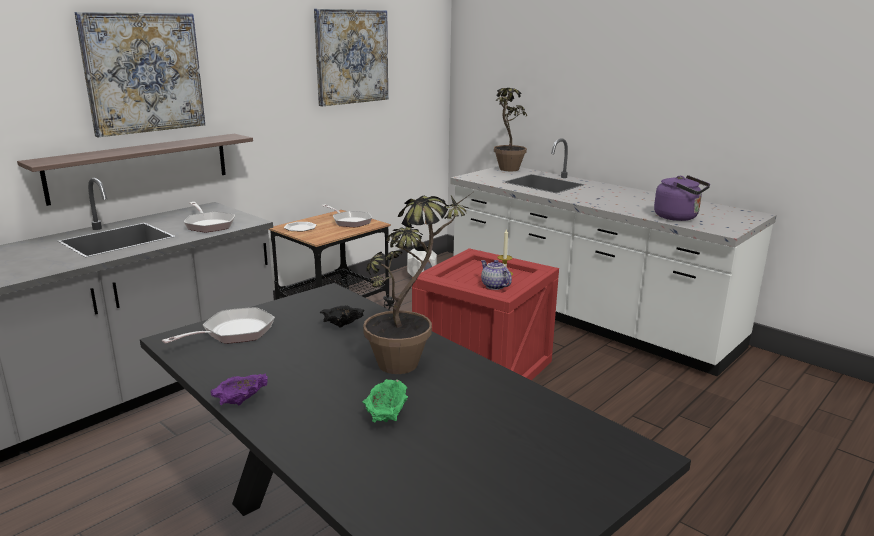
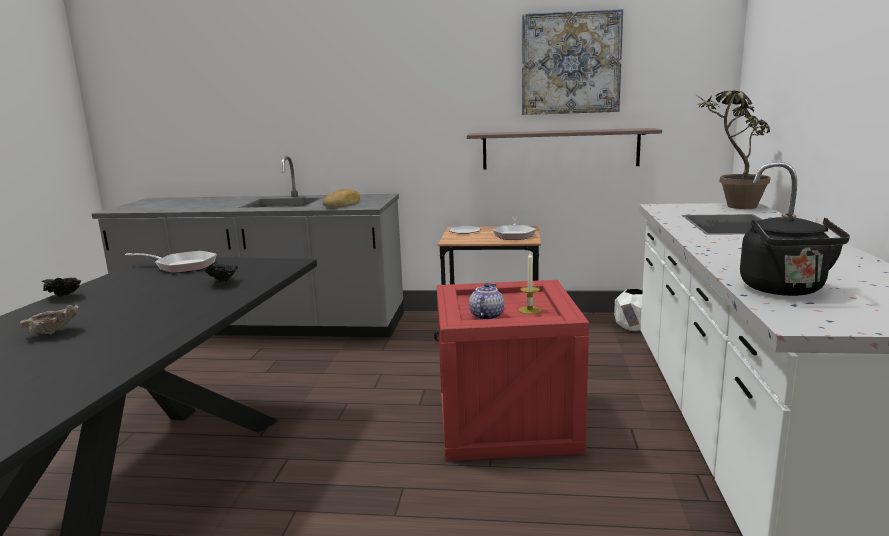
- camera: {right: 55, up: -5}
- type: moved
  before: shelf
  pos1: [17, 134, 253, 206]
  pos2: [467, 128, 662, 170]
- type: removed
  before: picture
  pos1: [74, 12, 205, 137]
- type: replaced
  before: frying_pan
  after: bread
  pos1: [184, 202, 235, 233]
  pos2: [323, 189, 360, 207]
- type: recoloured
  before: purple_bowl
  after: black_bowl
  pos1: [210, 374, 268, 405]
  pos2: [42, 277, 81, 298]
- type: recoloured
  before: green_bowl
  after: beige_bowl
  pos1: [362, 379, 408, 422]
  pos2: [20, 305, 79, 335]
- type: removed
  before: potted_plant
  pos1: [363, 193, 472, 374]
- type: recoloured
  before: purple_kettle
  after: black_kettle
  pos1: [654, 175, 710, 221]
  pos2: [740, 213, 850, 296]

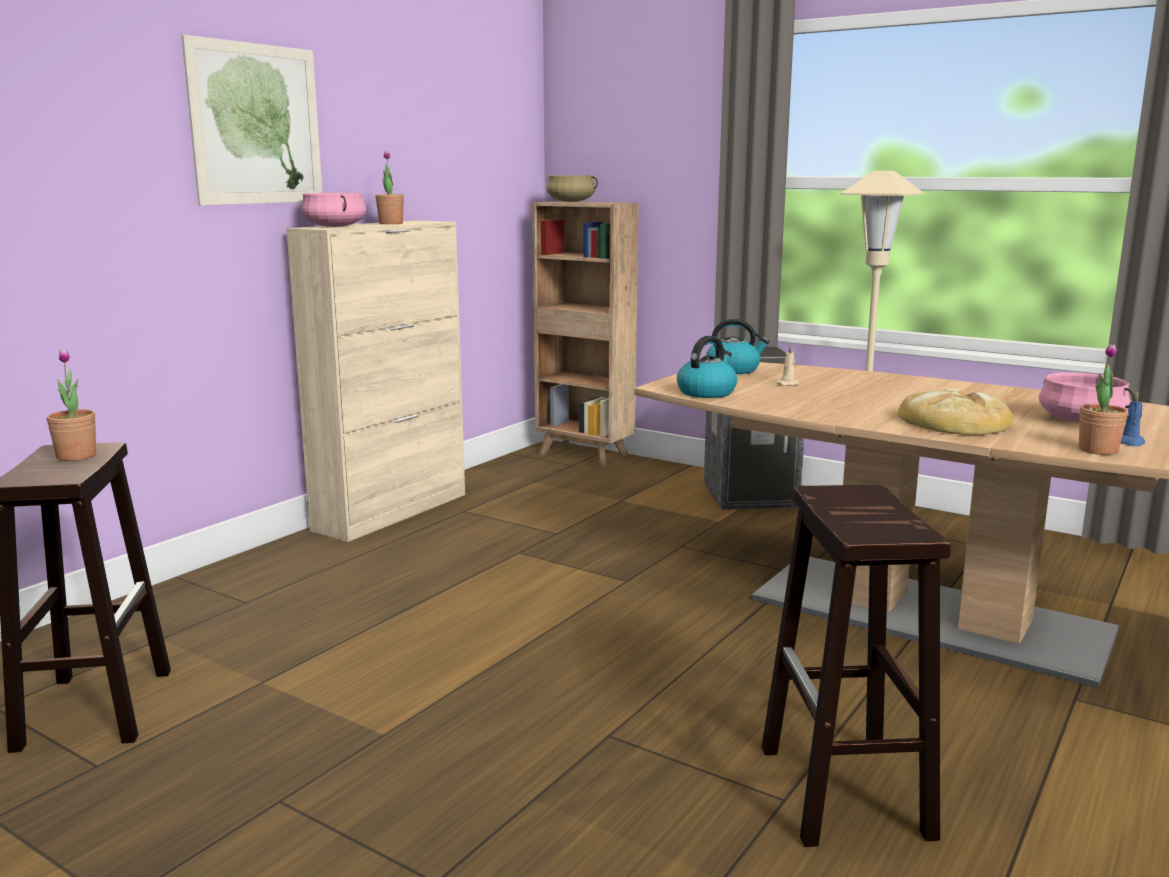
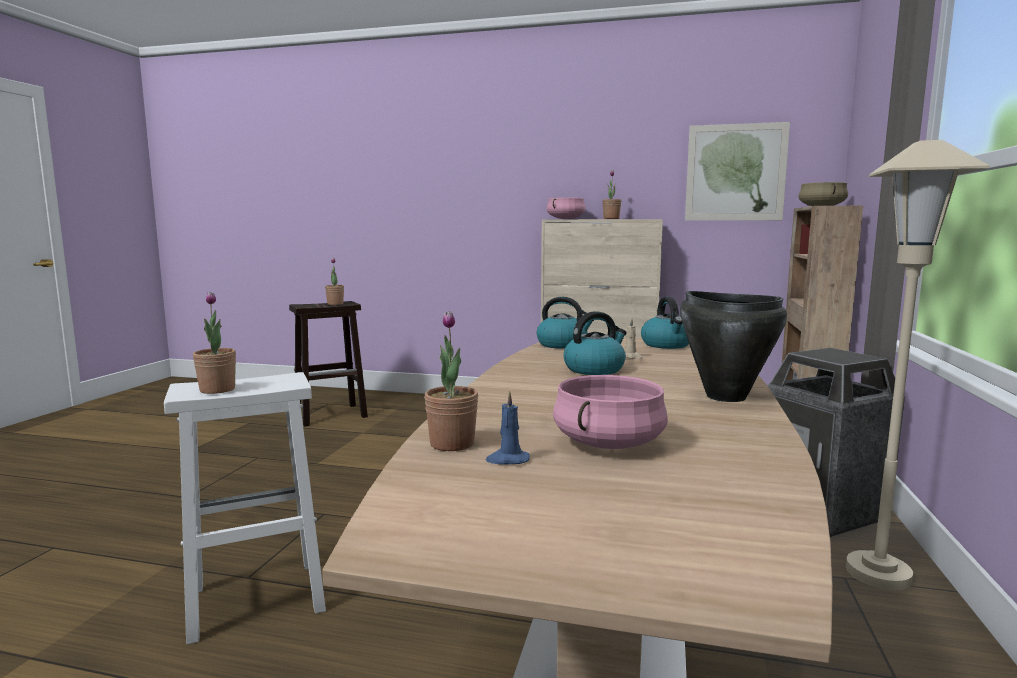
- camera: {right: 70, up: -5}
- type: moved
  before: picture
  pos1: [182, 35, 322, 205]
  pos2: [685, 122, 790, 221]
- type: recoloured
  before: brown_stool
  after: white_stool
  pos1: [762, 484, 951, 847]
  pos2: [164, 372, 326, 645]
- type: removed
  before: bread
  pos1: [898, 389, 1013, 435]
- type: added
  after: potted_plant
  pos2: [193, 292, 236, 394]
- type: added
  after: kettle
  pos2: [564, 311, 627, 375]
- type: added
  after: black_cooking_pot
  pos2: [680, 291, 787, 402]

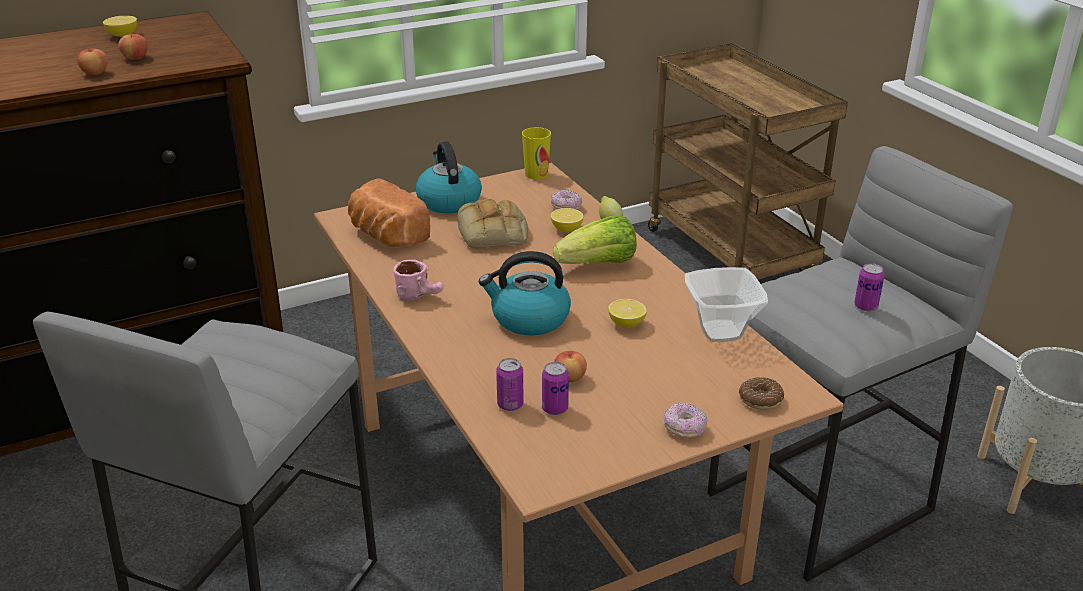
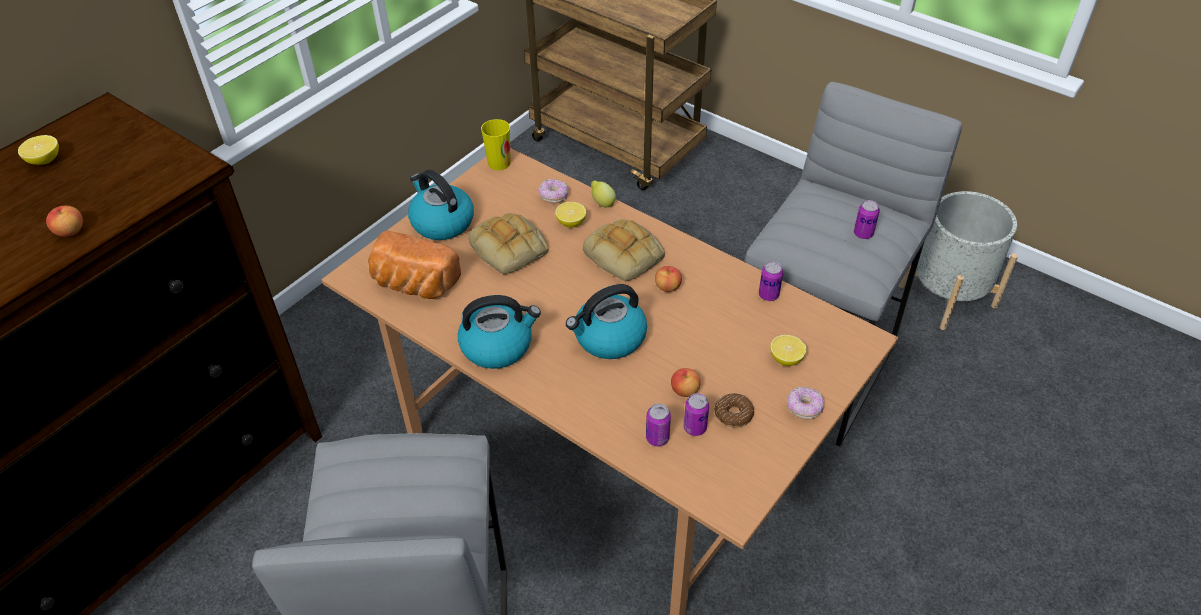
- camera: {right: -25, up: 15}
- type: moved
  before: apple
  pos1: [118, 31, 148, 60]
  pos2: [655, 266, 682, 292]
- type: replaced
  before: pink_mug
  after: kettle
  pos1: [393, 260, 444, 301]
  pos2: [458, 295, 541, 369]
- type: replaced
  before: lettuce
  after: bread
  pos1: [553, 215, 637, 264]
  pos2: [583, 219, 665, 282]
- type: moved
  before: lemon
  pos1: [608, 299, 647, 328]
  pos2: [770, 335, 807, 366]
- type: replaced
  before: bowl
  after: can
  pos1: [685, 267, 768, 342]
  pos2: [759, 261, 783, 301]
- type: moved
  before: donut
  pos1: [739, 377, 784, 410]
  pos2: [714, 393, 754, 428]

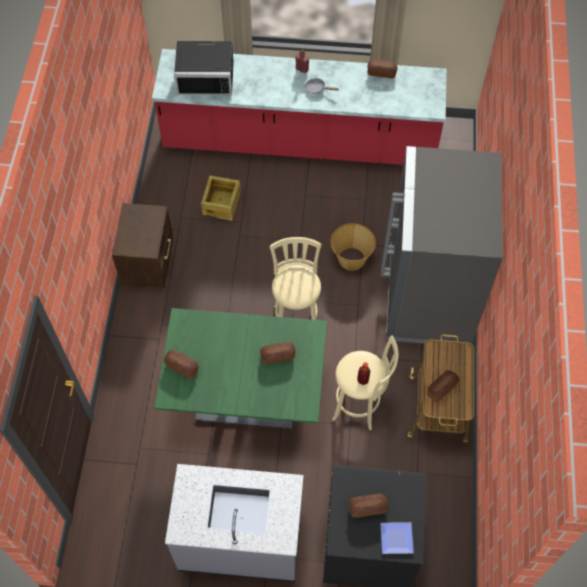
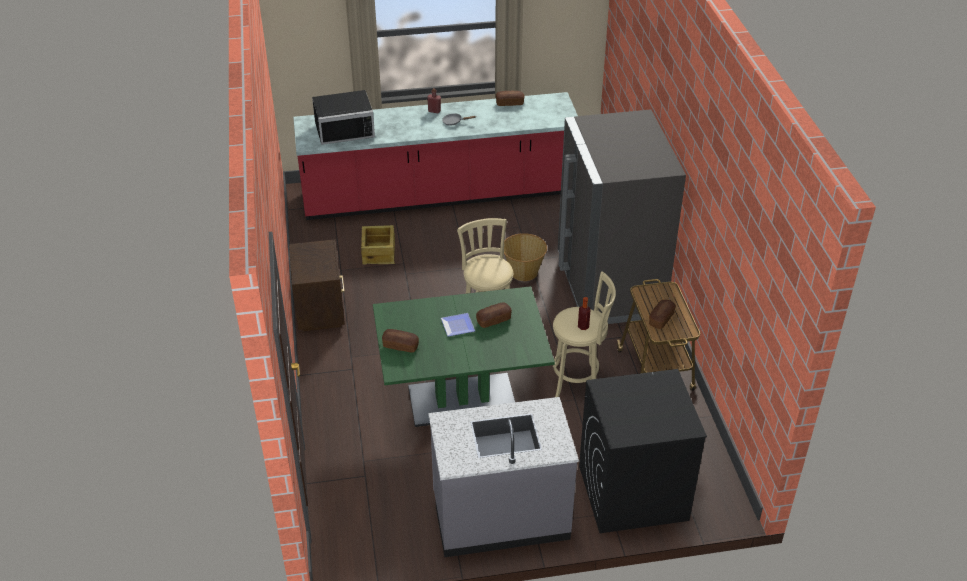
- camera: {right: -15, up: -20}
- type: removed
  before: bread
  pos1: [349, 493, 388, 518]
- type: moved
  before: plate
  pos1: [380, 522, 414, 554]
  pos2: [441, 313, 475, 336]

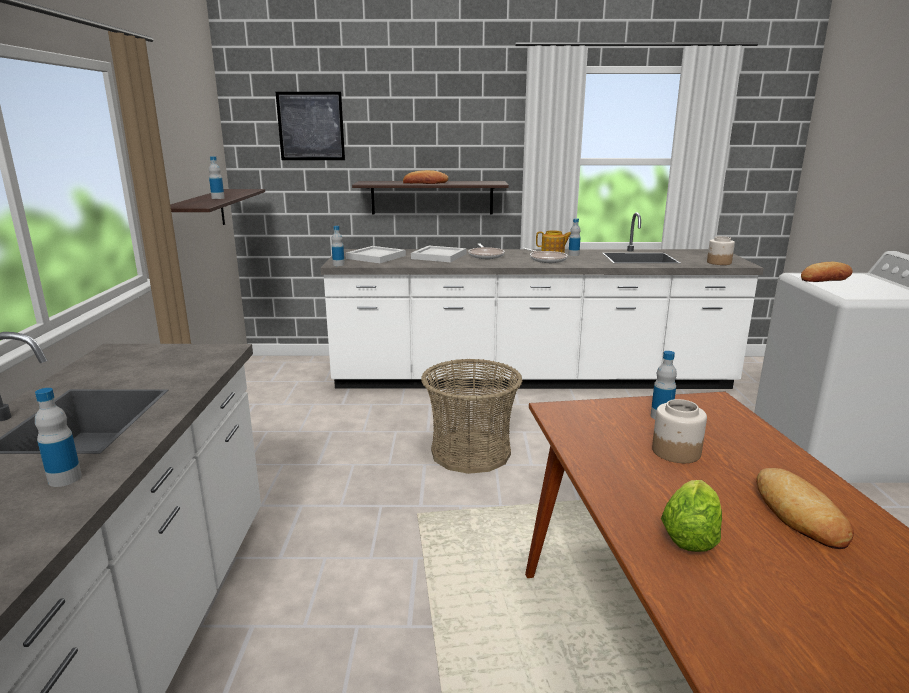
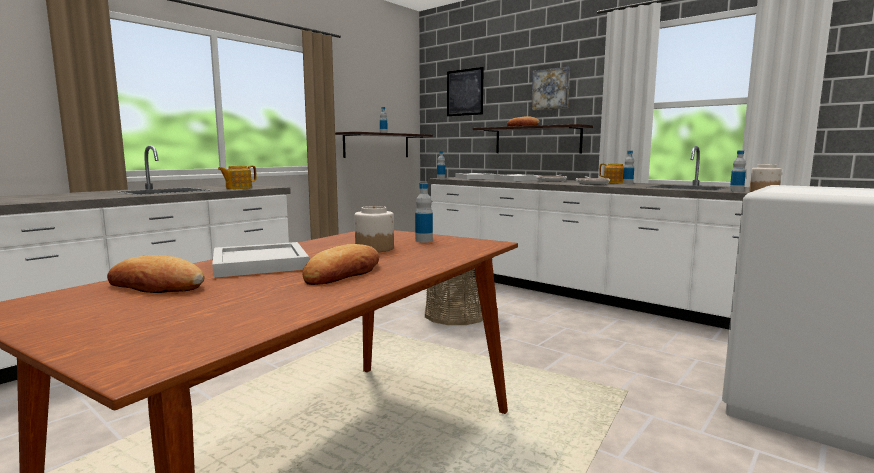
- camera: {right: 40, up: -10}
- type: moved
  before: bottle
  pos1: [35, 388, 82, 487]
  pos2: [730, 151, 746, 192]
- type: replaced
  before: lettuce
  after: white_tray
  pos1: [661, 480, 722, 552]
  pos2: [212, 242, 309, 278]
- type: moved
  before: bread
  pos1: [801, 262, 853, 282]
  pos2: [107, 255, 205, 293]
- type: added
  after: teapot
  pos2: [217, 166, 256, 189]
- type: added
  after: picture
  pos2: [532, 67, 570, 110]

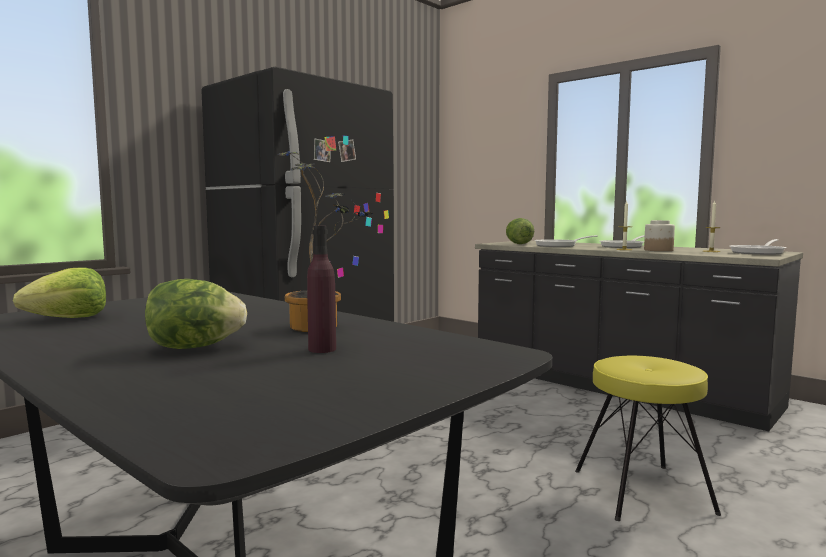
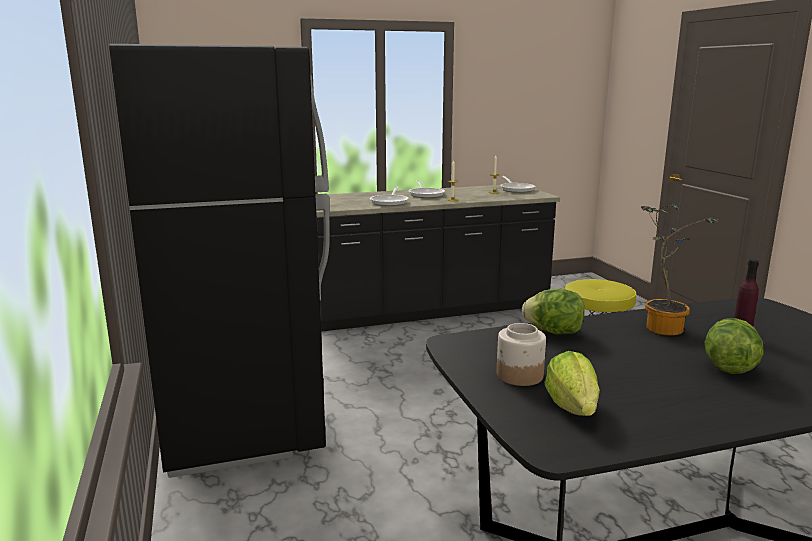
- camera: {right: -60, up: 10}
- type: moved
  before: lettuce
  pos1: [506, 218, 534, 244]
  pos2: [522, 289, 585, 335]
- type: moved
  before: jar
  pos1: [644, 220, 675, 251]
  pos2: [497, 323, 546, 386]

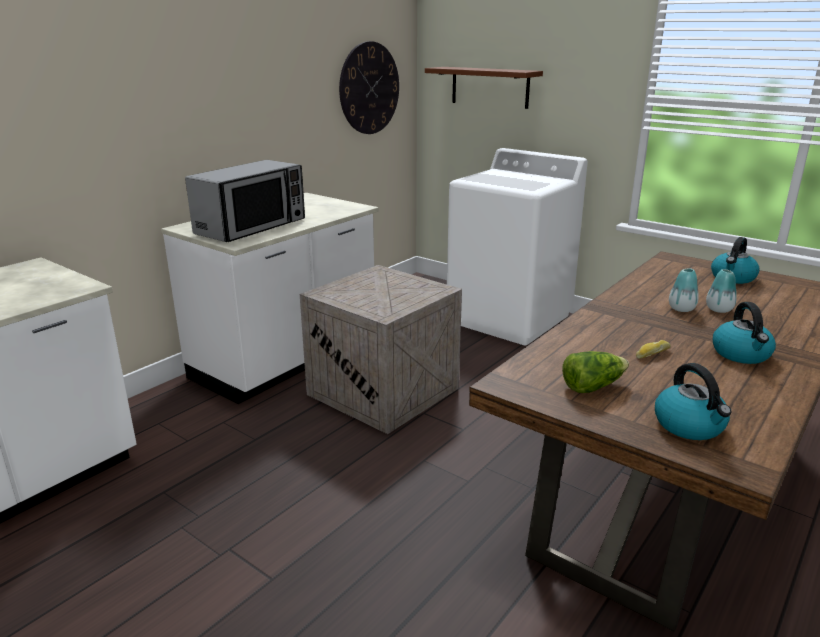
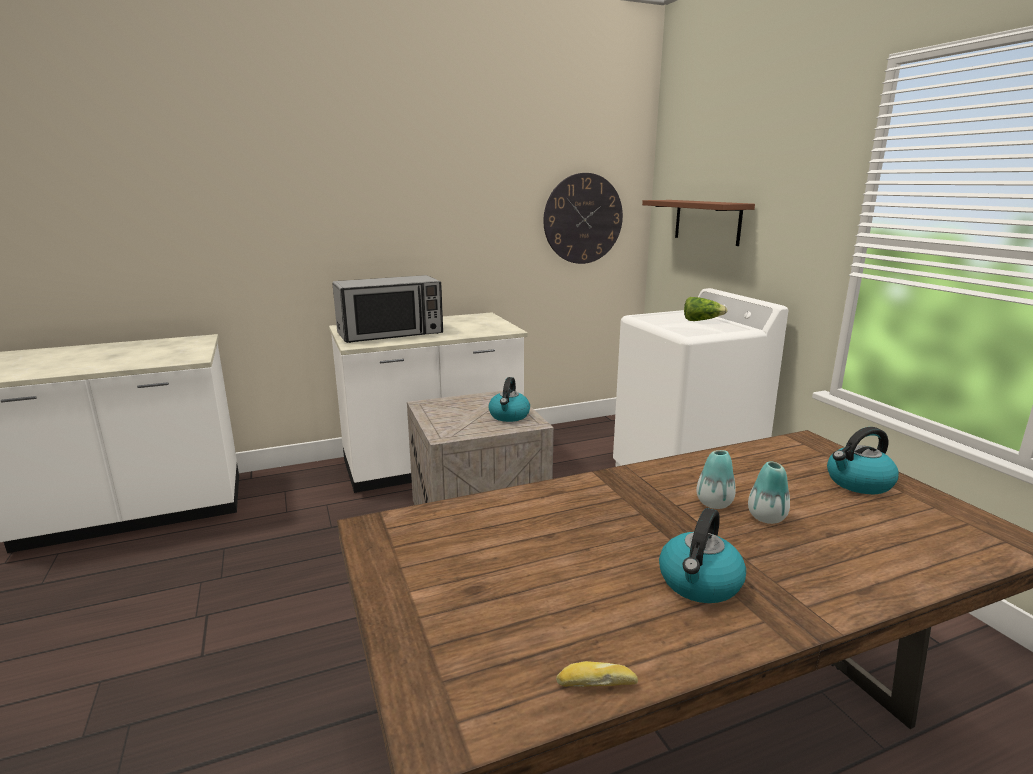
- camera: {right: 30, up: -5}
- type: moved
  before: lettuce
  pos1: [562, 351, 629, 393]
  pos2: [684, 297, 728, 321]
- type: moved
  before: bread
  pos1: [636, 340, 671, 359]
  pos2: [556, 661, 638, 687]
- type: moved
  before: kettle
  pos1: [655, 363, 732, 440]
  pos2: [488, 377, 530, 422]

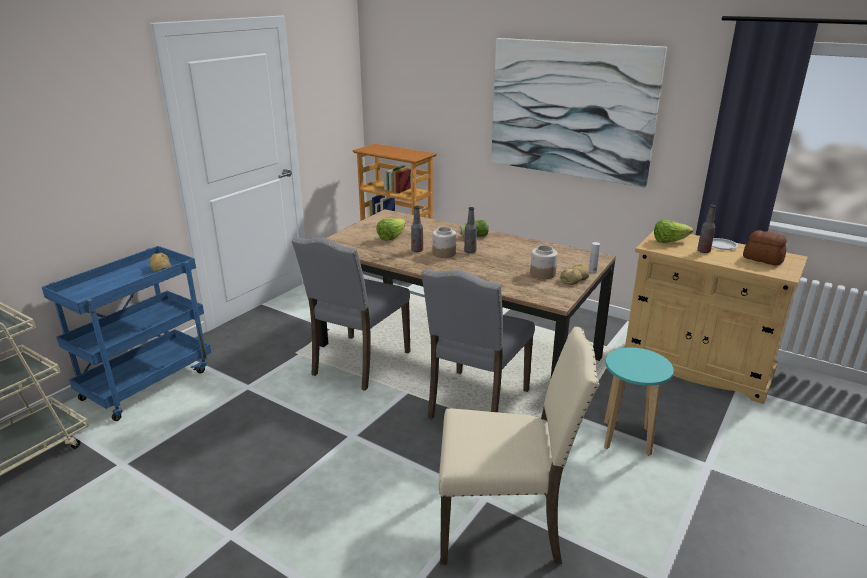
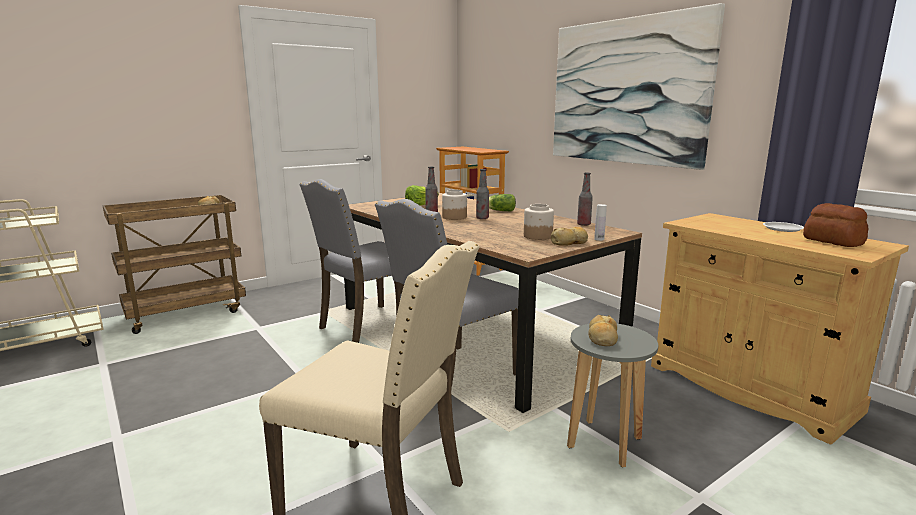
- camera: {right: 20, up: -10}
- type: recoloured
  before: blue_cart
  after: brown_cart
  pos1: [42, 246, 211, 421]
  pos2: [103, 195, 246, 334]
- type: recoloured
  before: turquoise_stool
  after: grey_stool
  pos1: [604, 348, 674, 456]
  pos2: [567, 324, 658, 467]
- type: removed
  before: lettuce
  pos1: [654, 219, 693, 243]
- type: moved
  before: bottle
  pos1: [697, 205, 716, 253]
  pos2: [577, 173, 593, 226]
- type: added
  after: bread
  pos2: [588, 315, 618, 346]

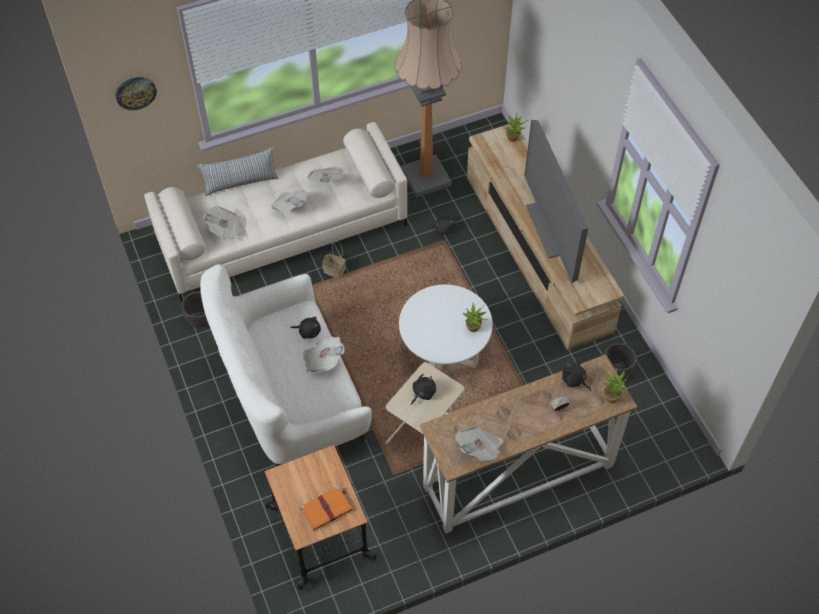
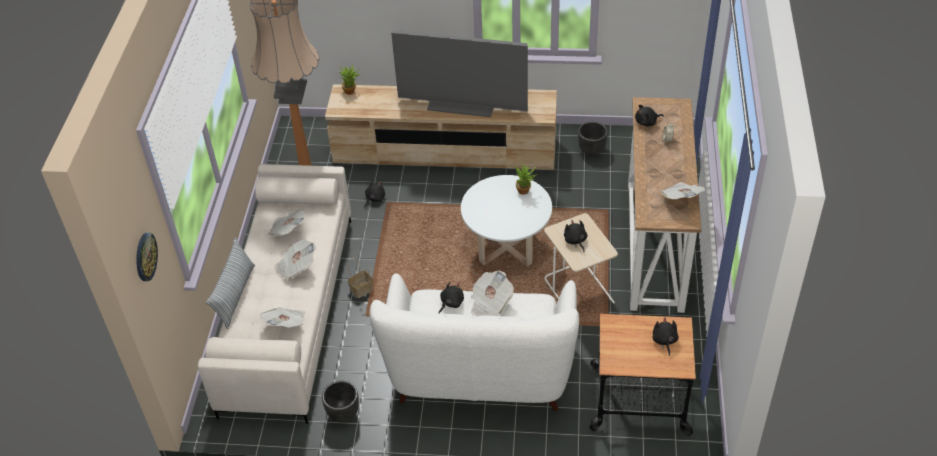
- camera: {right: -60, up: -10}
- type: replaced
  before: orange_book
  after: black_plush_toy
  pos1: [300, 486, 352, 531]
  pos2: [652, 318, 679, 356]
- type: removed
  before: potted_plant
  pos1: [602, 369, 628, 403]

